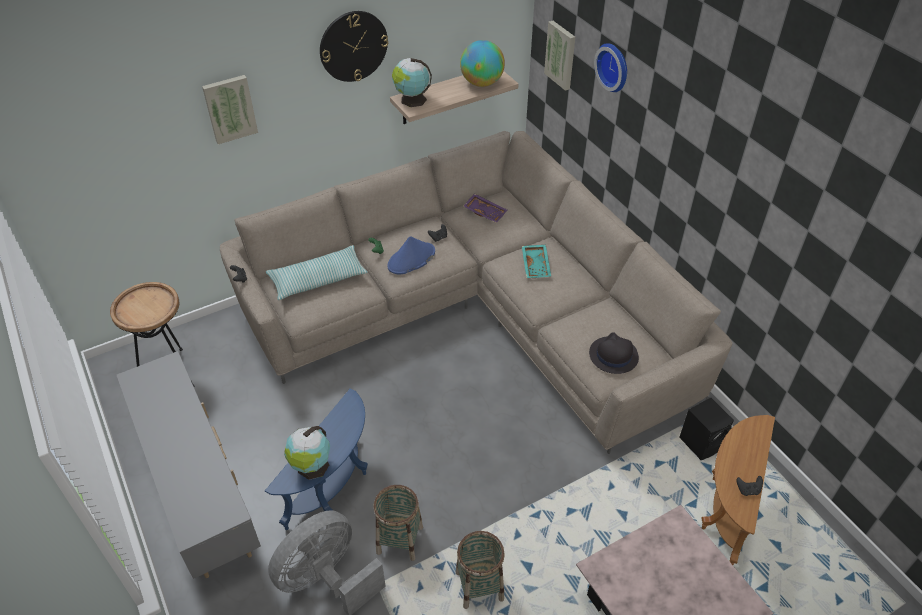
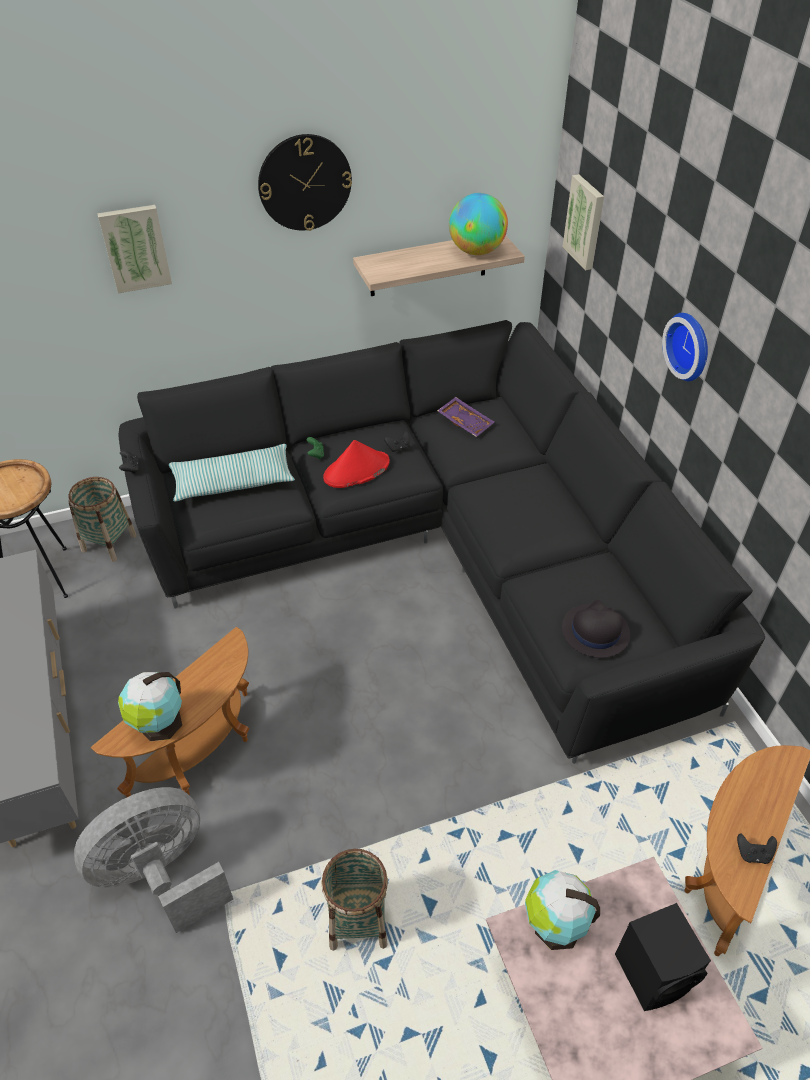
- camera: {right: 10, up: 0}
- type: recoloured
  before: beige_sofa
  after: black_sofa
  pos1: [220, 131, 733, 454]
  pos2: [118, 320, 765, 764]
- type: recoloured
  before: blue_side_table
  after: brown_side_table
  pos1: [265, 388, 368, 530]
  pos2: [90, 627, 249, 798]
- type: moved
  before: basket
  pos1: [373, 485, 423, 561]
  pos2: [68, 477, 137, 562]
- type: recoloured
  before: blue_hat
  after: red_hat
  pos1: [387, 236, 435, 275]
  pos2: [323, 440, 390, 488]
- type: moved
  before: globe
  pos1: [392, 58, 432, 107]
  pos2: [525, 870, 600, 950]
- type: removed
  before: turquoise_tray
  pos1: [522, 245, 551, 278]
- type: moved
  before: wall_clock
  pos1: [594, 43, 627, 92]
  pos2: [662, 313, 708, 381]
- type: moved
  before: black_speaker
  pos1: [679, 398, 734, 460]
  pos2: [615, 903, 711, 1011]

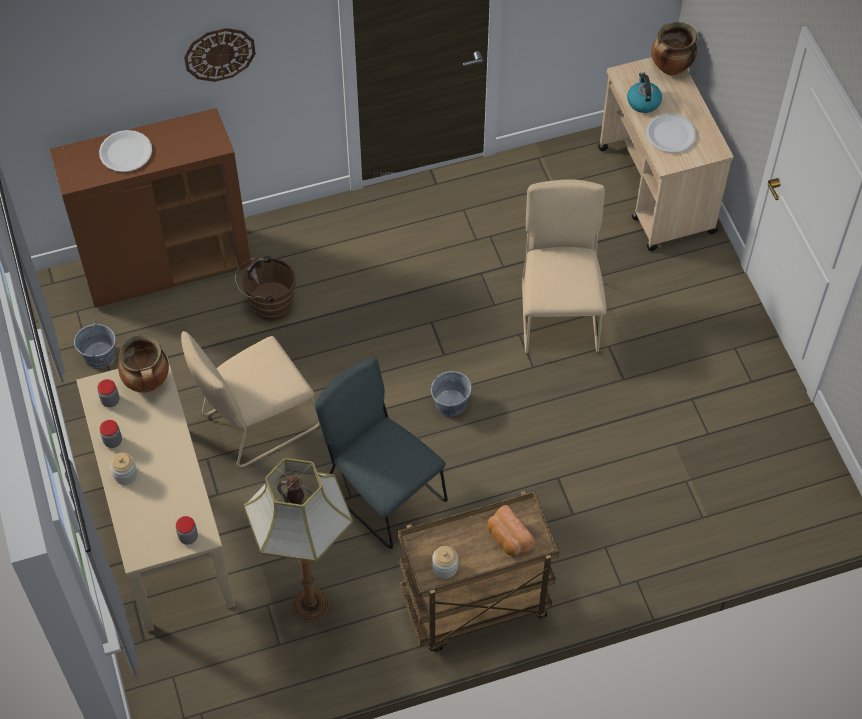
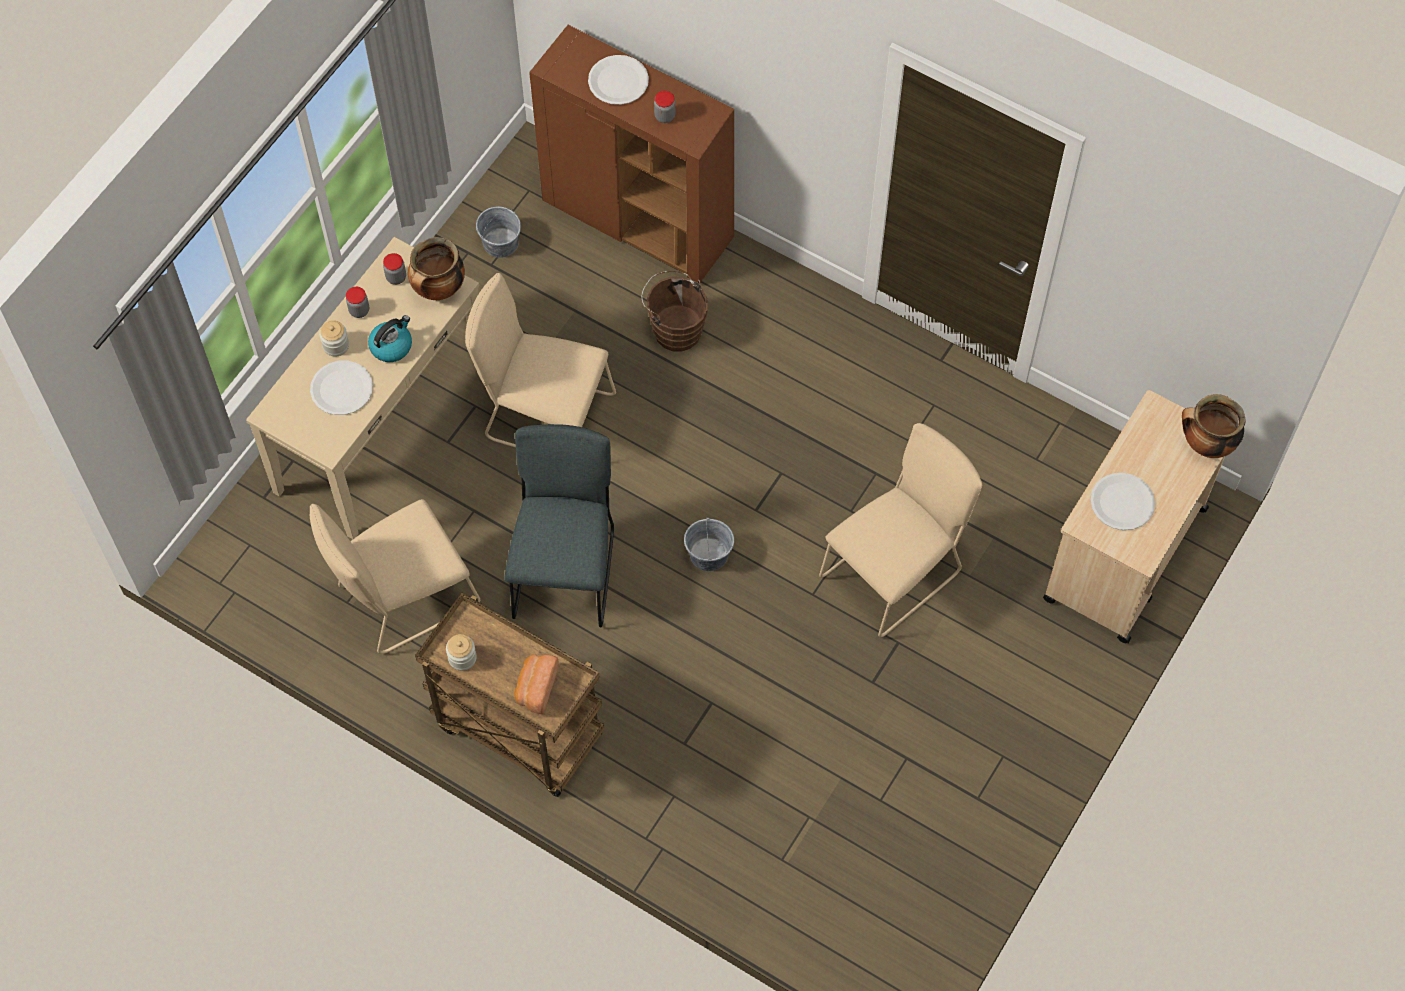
- camera: {right: 50, up: 5}
- type: moved
  before: jar
  pos1: [176, 516, 198, 545]
  pos2: [654, 91, 675, 123]
- type: removed
  before: wall_clock
  pos1: [184, 28, 256, 82]
- type: replaced
  before: floor_lamp
  after: beige_chair
  pos1: [243, 458, 353, 622]
  pos2: [310, 499, 480, 654]
- type: moved
  before: kettle
  pos1: [627, 72, 662, 113]
  pos2: [368, 315, 412, 362]
- type: added
  after: white_plate
  pos2: [310, 361, 373, 415]

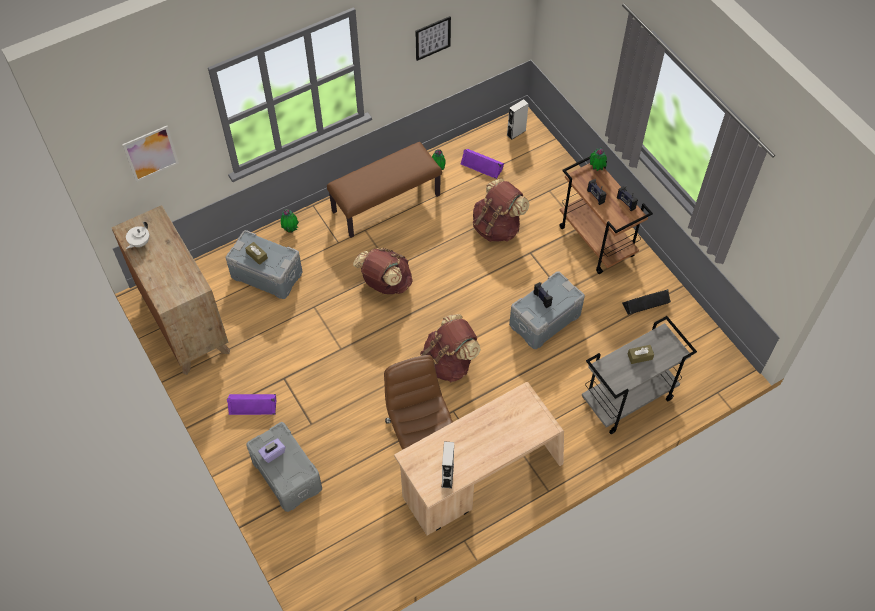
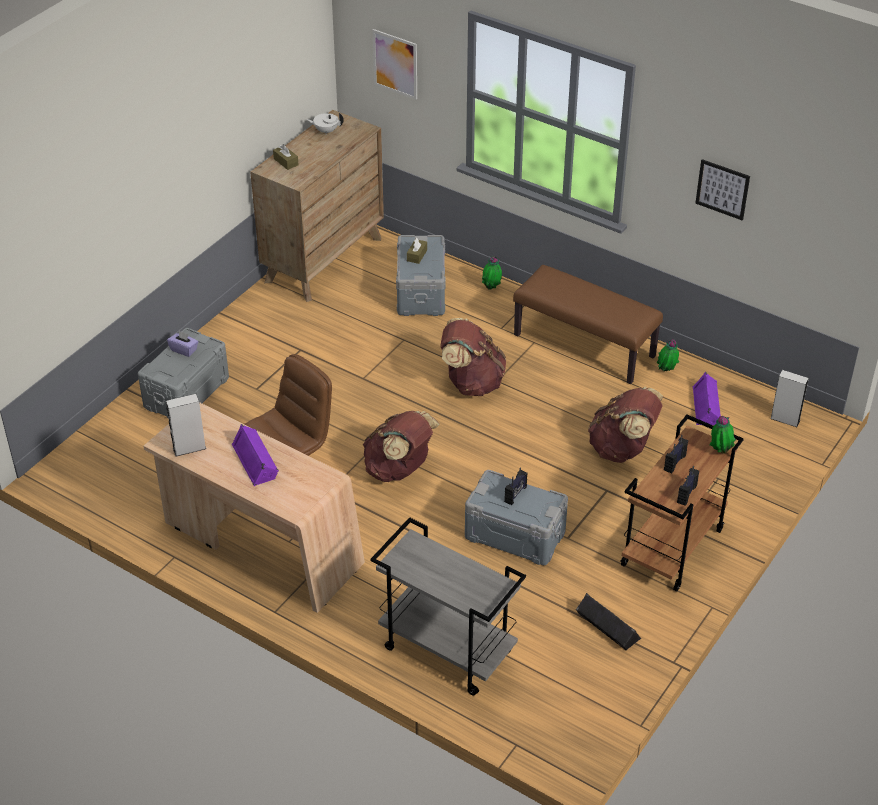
- camera: {right: 65, up: -15}
- type: moved
  before: purple_speaker
  pos1: [227, 394, 276, 415]
  pos2: [232, 424, 279, 486]
- type: moved
  before: brown_tissue_box
  pos1: [628, 345, 654, 364]
  pos2: [273, 144, 298, 170]

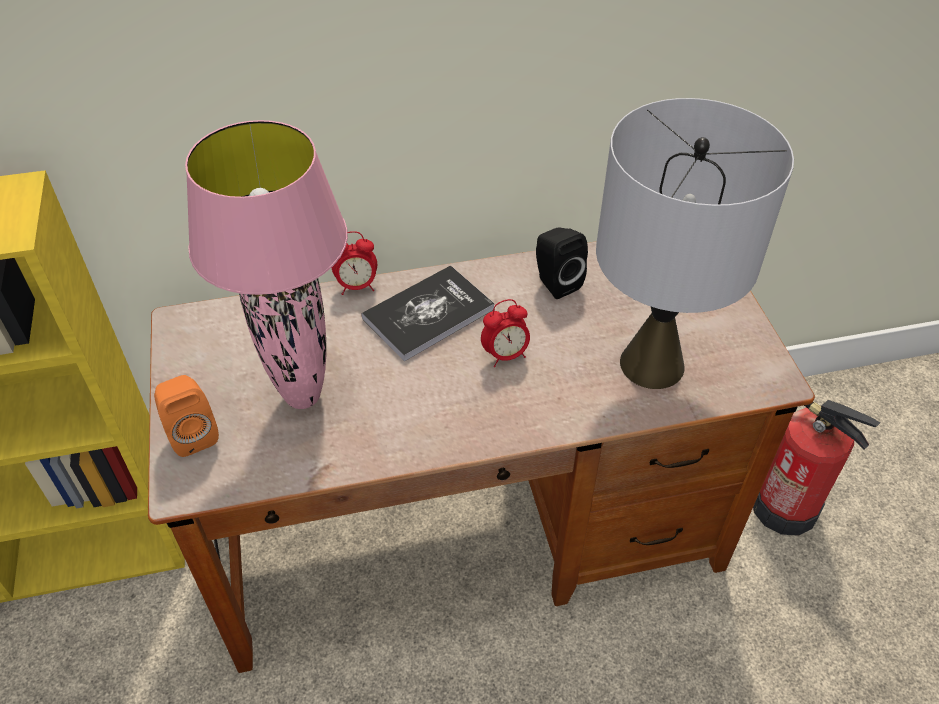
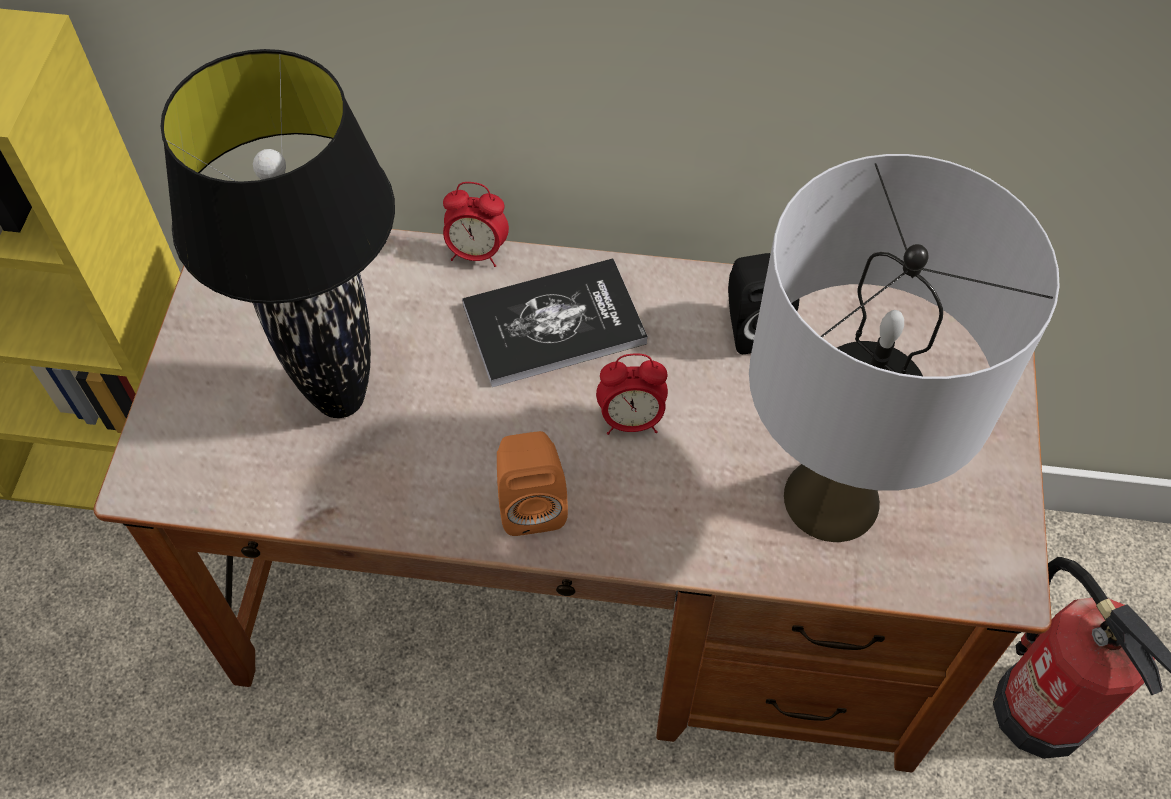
- camera: {right: 20, up: 10}
- type: moved
  before: orange_speaker
  pos1: [154, 375, 219, 457]
  pos2: [497, 431, 568, 536]
- type: recoloured
  before: pink_table_lamp
  after: black_table_lamp
  pos1: [185, 120, 348, 409]
  pos2: [161, 49, 395, 418]

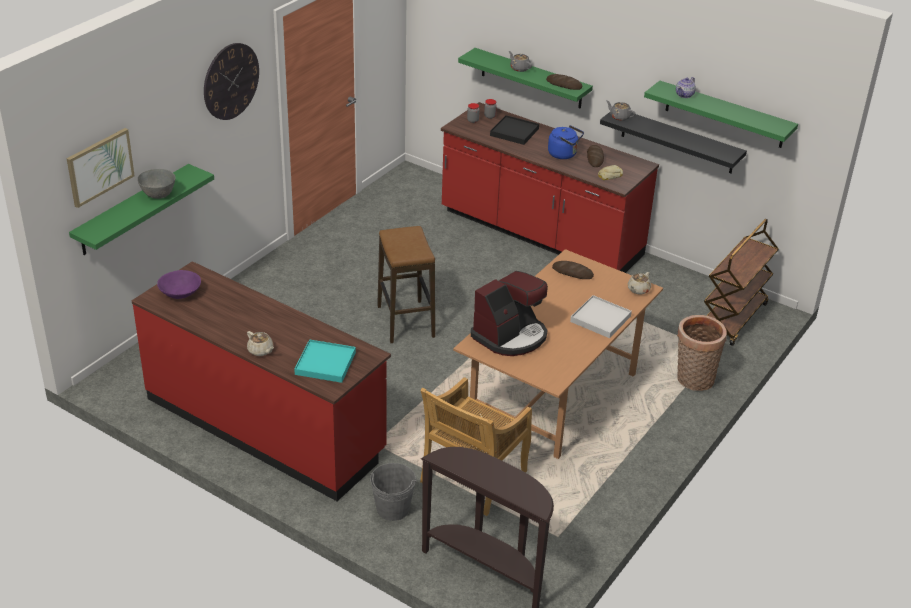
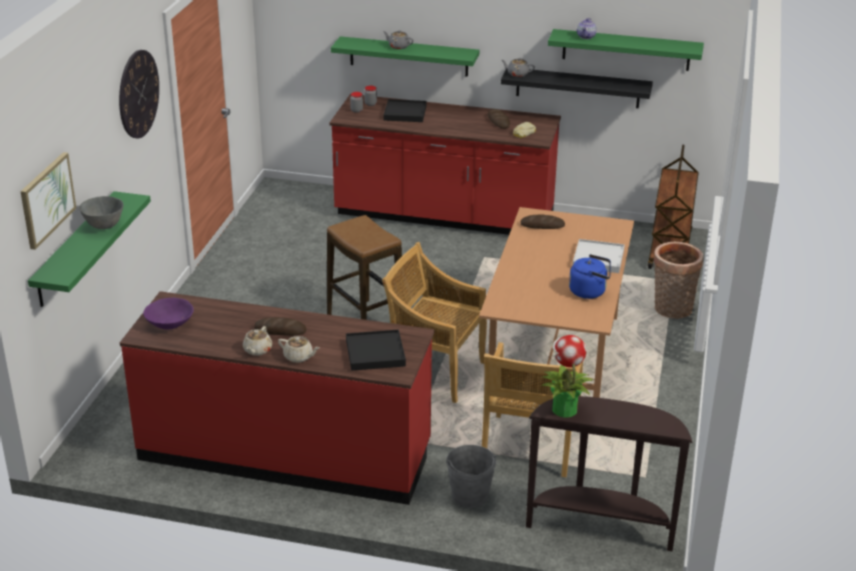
- camera: {right: -20, up: -5}
- type: recoloured
  before: turquoise_tray
  after: black_tray
  pos1: [294, 339, 356, 383]
  pos2: [346, 330, 406, 371]
- type: removed
  before: coffee_machine
  pos1: [471, 271, 548, 356]
- type: moved
  before: bread
  pos1: [546, 74, 583, 90]
  pos2: [254, 317, 307, 336]
- type: moved
  before: blue_kettle
  pos1: [548, 125, 584, 159]
  pos2: [569, 254, 611, 299]
- type: moved
  before: beige_teapot
  pos1: [628, 272, 651, 295]
  pos2: [243, 326, 272, 356]
- type: added
  after: beige_chair
  pos2: [382, 242, 487, 403]
- type: added
  after: potted_plant
  pos2: [541, 335, 594, 417]

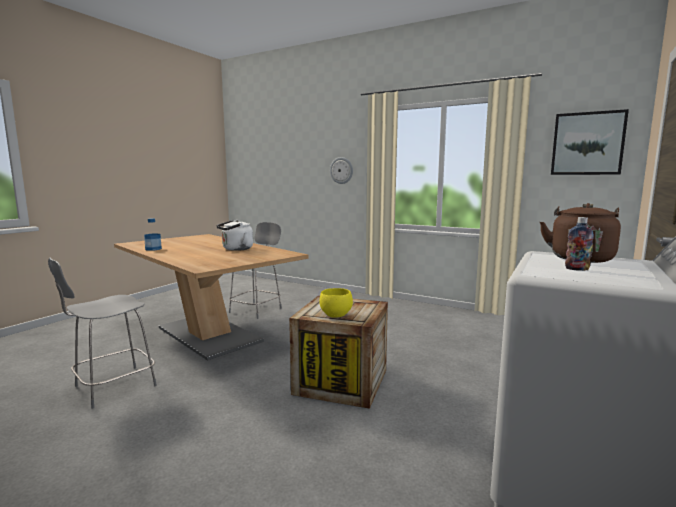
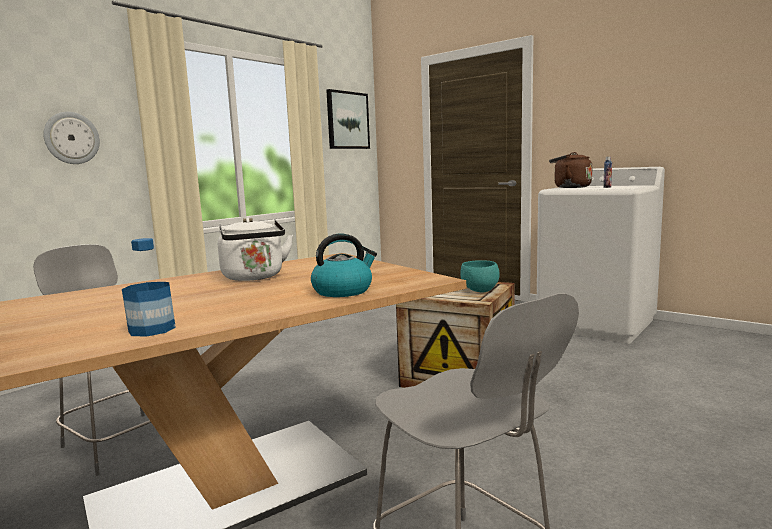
- camera: {right: -80, up: 0}
- type: recoloured
  before: yellow_bowl
  after: turquoise_bowl
  pos1: [319, 288, 353, 318]
  pos2: [460, 260, 500, 292]
- type: added
  after: kettle
  pos2: [311, 234, 377, 297]

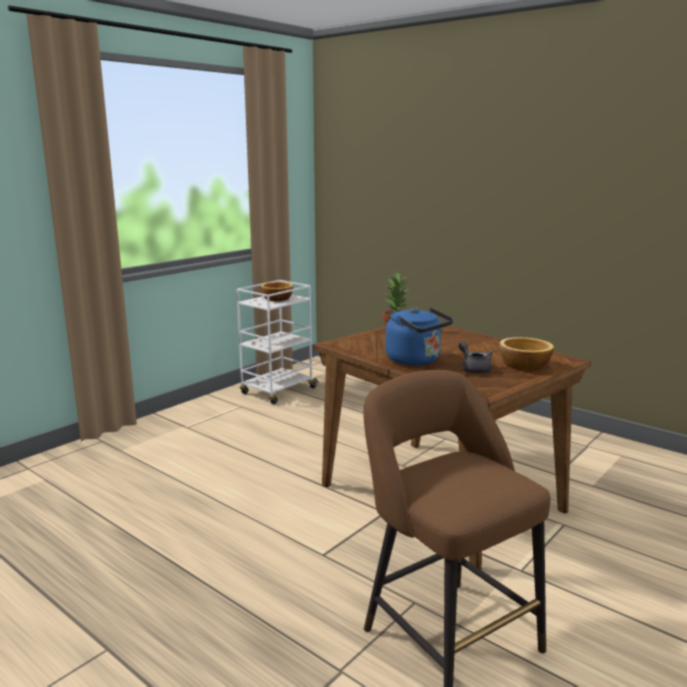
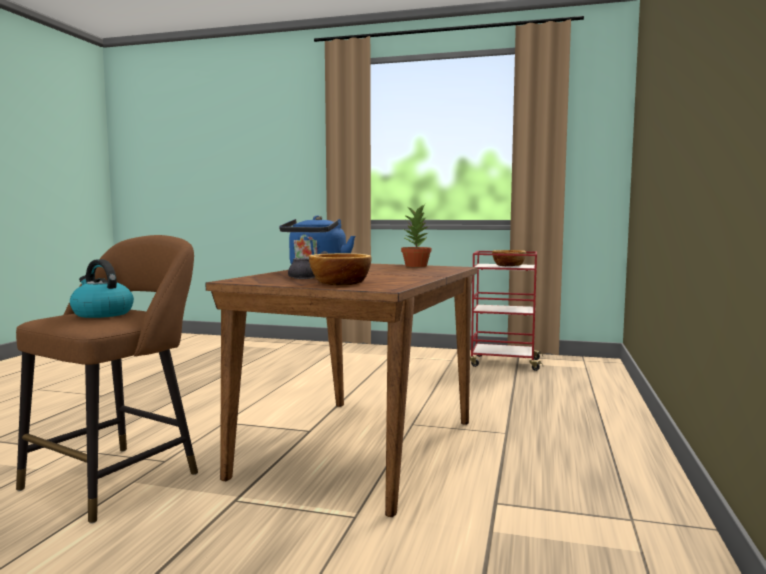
- camera: {right: 65, up: -10}
- type: recoloured
  before: white_cart
  after: red_cart
  pos1: [237, 280, 319, 404]
  pos2: [470, 251, 543, 371]
- type: added
  after: kettle
  pos2: [70, 259, 134, 318]

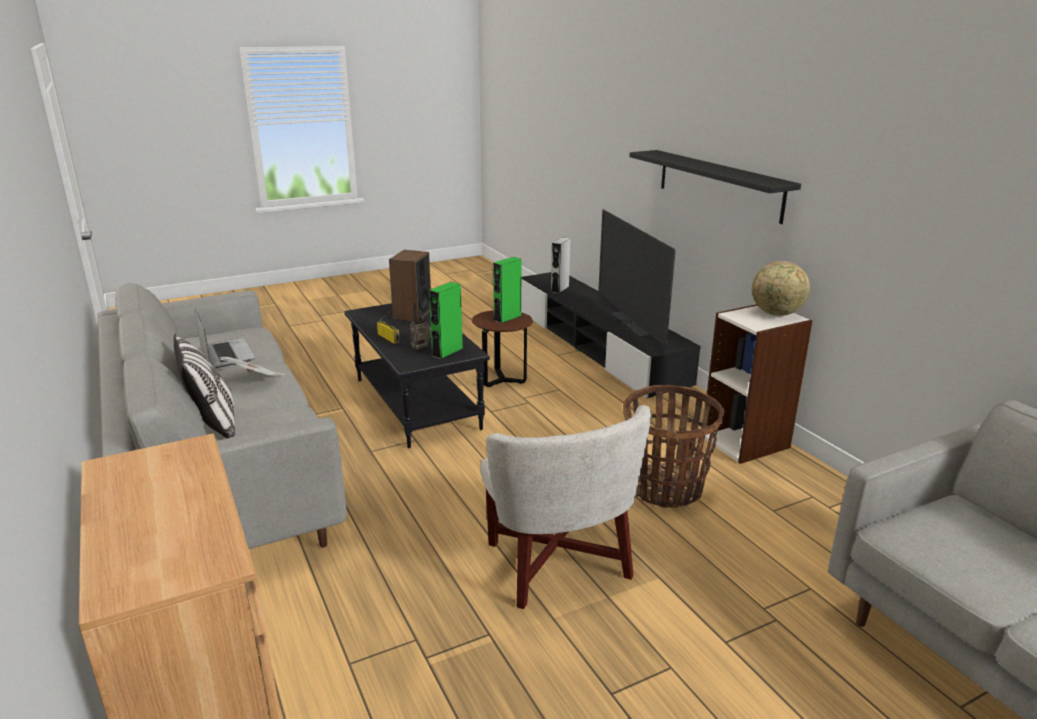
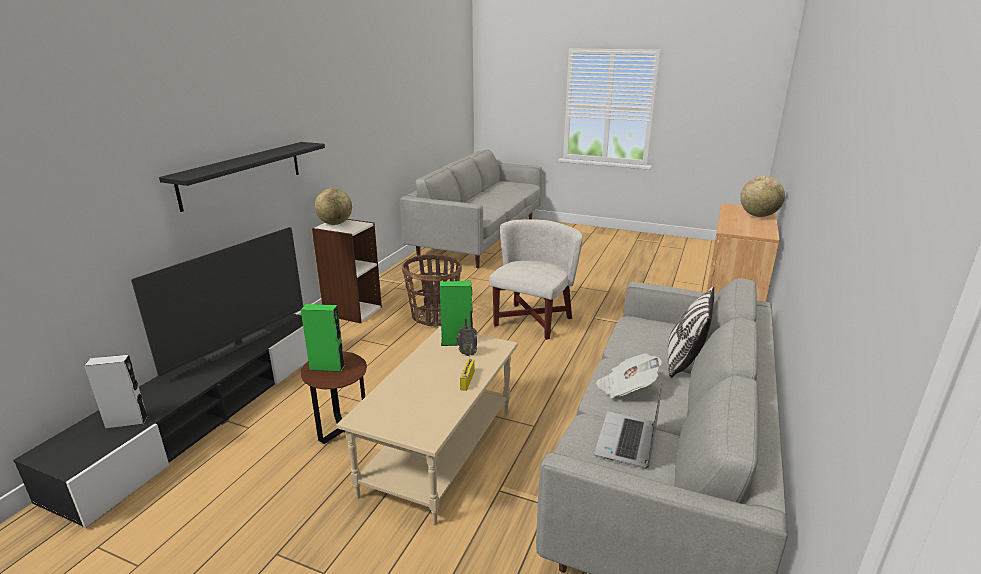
- camera: {right: -130, up: 0}
- type: recoloured
  before: black_coffee_table
  after: beige_coffee_table
  pos1: [344, 303, 490, 448]
  pos2: [337, 327, 518, 525]
- type: removed
  before: speaker
  pos1: [389, 250, 431, 321]
- type: added
  after: globe
  pos2: [740, 176, 785, 217]

